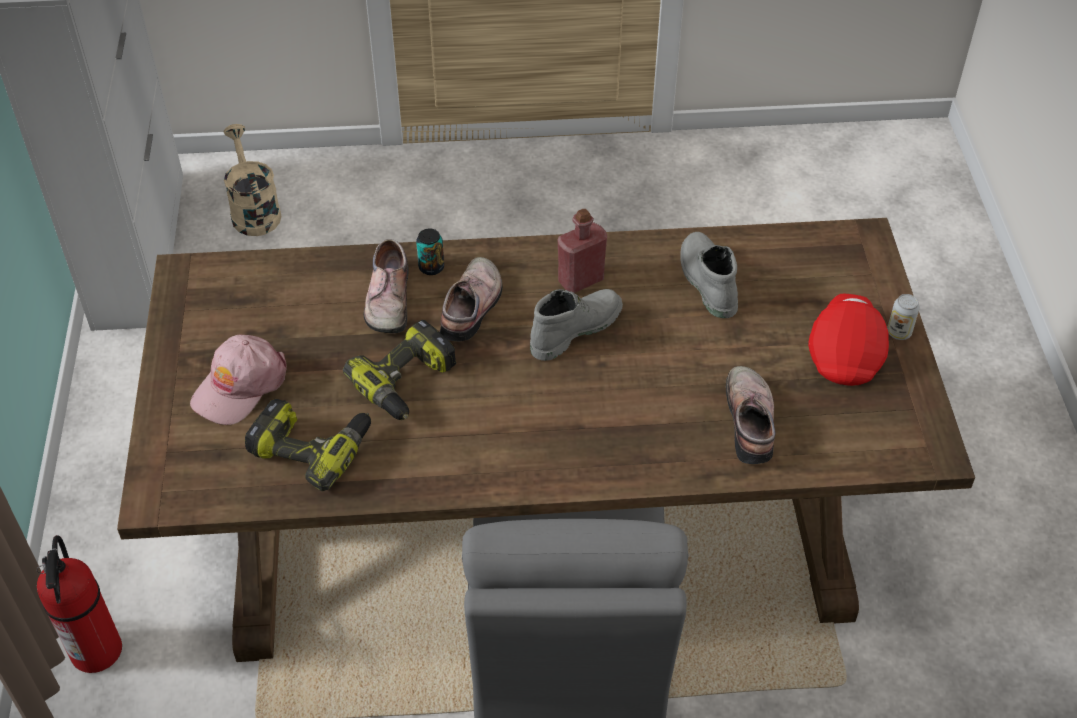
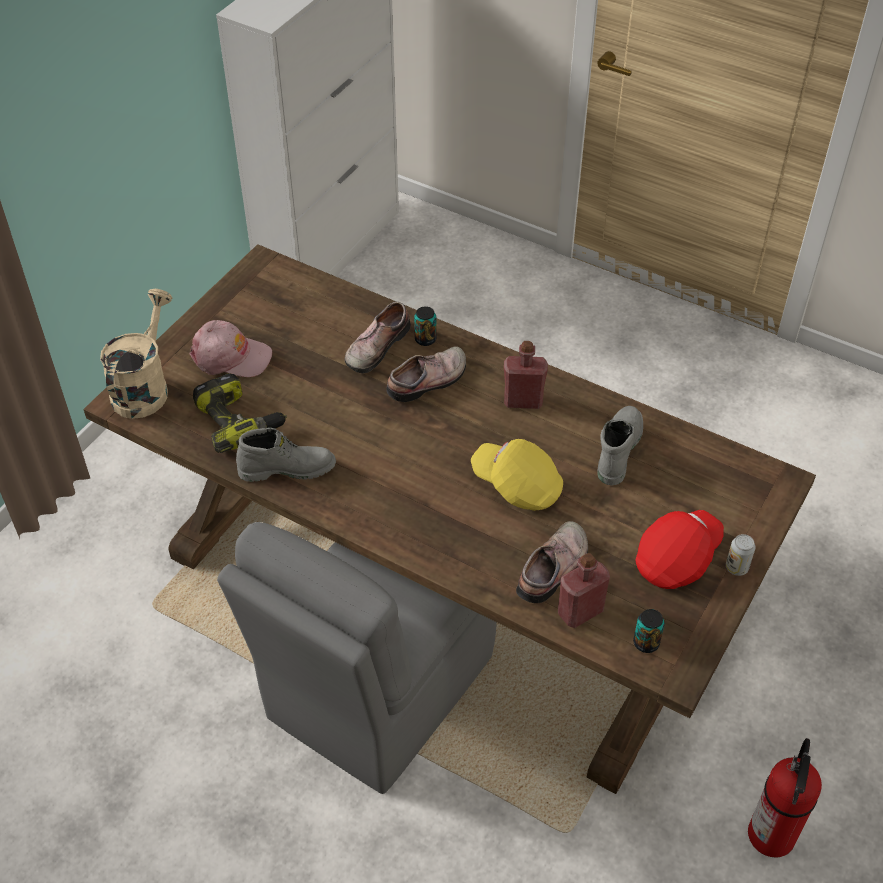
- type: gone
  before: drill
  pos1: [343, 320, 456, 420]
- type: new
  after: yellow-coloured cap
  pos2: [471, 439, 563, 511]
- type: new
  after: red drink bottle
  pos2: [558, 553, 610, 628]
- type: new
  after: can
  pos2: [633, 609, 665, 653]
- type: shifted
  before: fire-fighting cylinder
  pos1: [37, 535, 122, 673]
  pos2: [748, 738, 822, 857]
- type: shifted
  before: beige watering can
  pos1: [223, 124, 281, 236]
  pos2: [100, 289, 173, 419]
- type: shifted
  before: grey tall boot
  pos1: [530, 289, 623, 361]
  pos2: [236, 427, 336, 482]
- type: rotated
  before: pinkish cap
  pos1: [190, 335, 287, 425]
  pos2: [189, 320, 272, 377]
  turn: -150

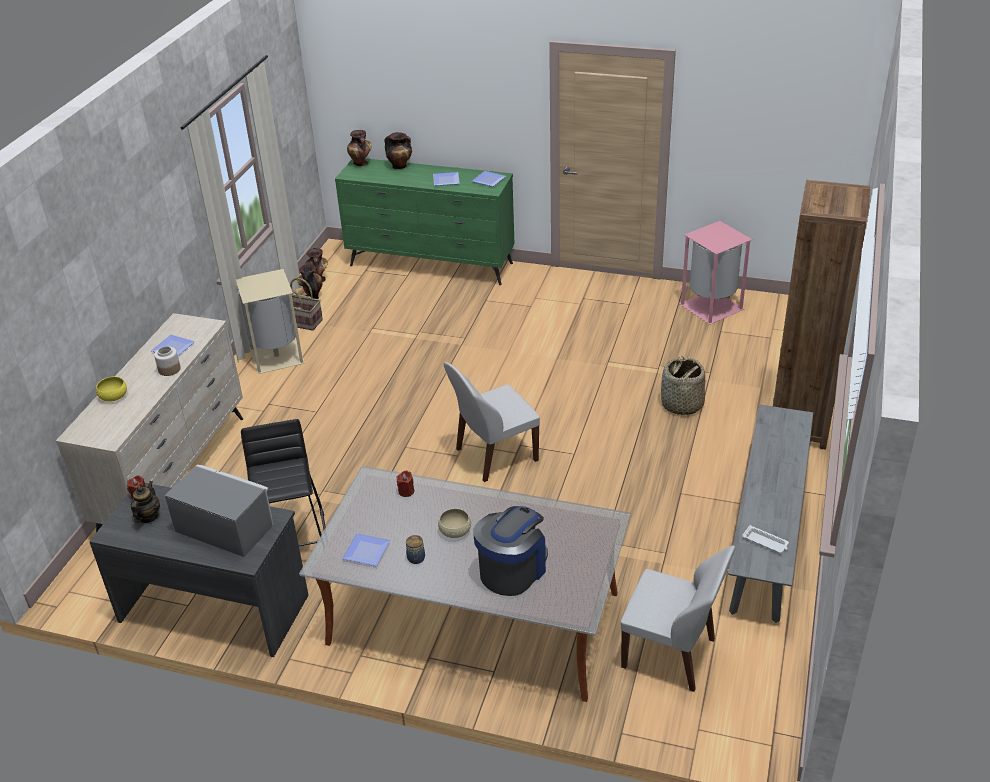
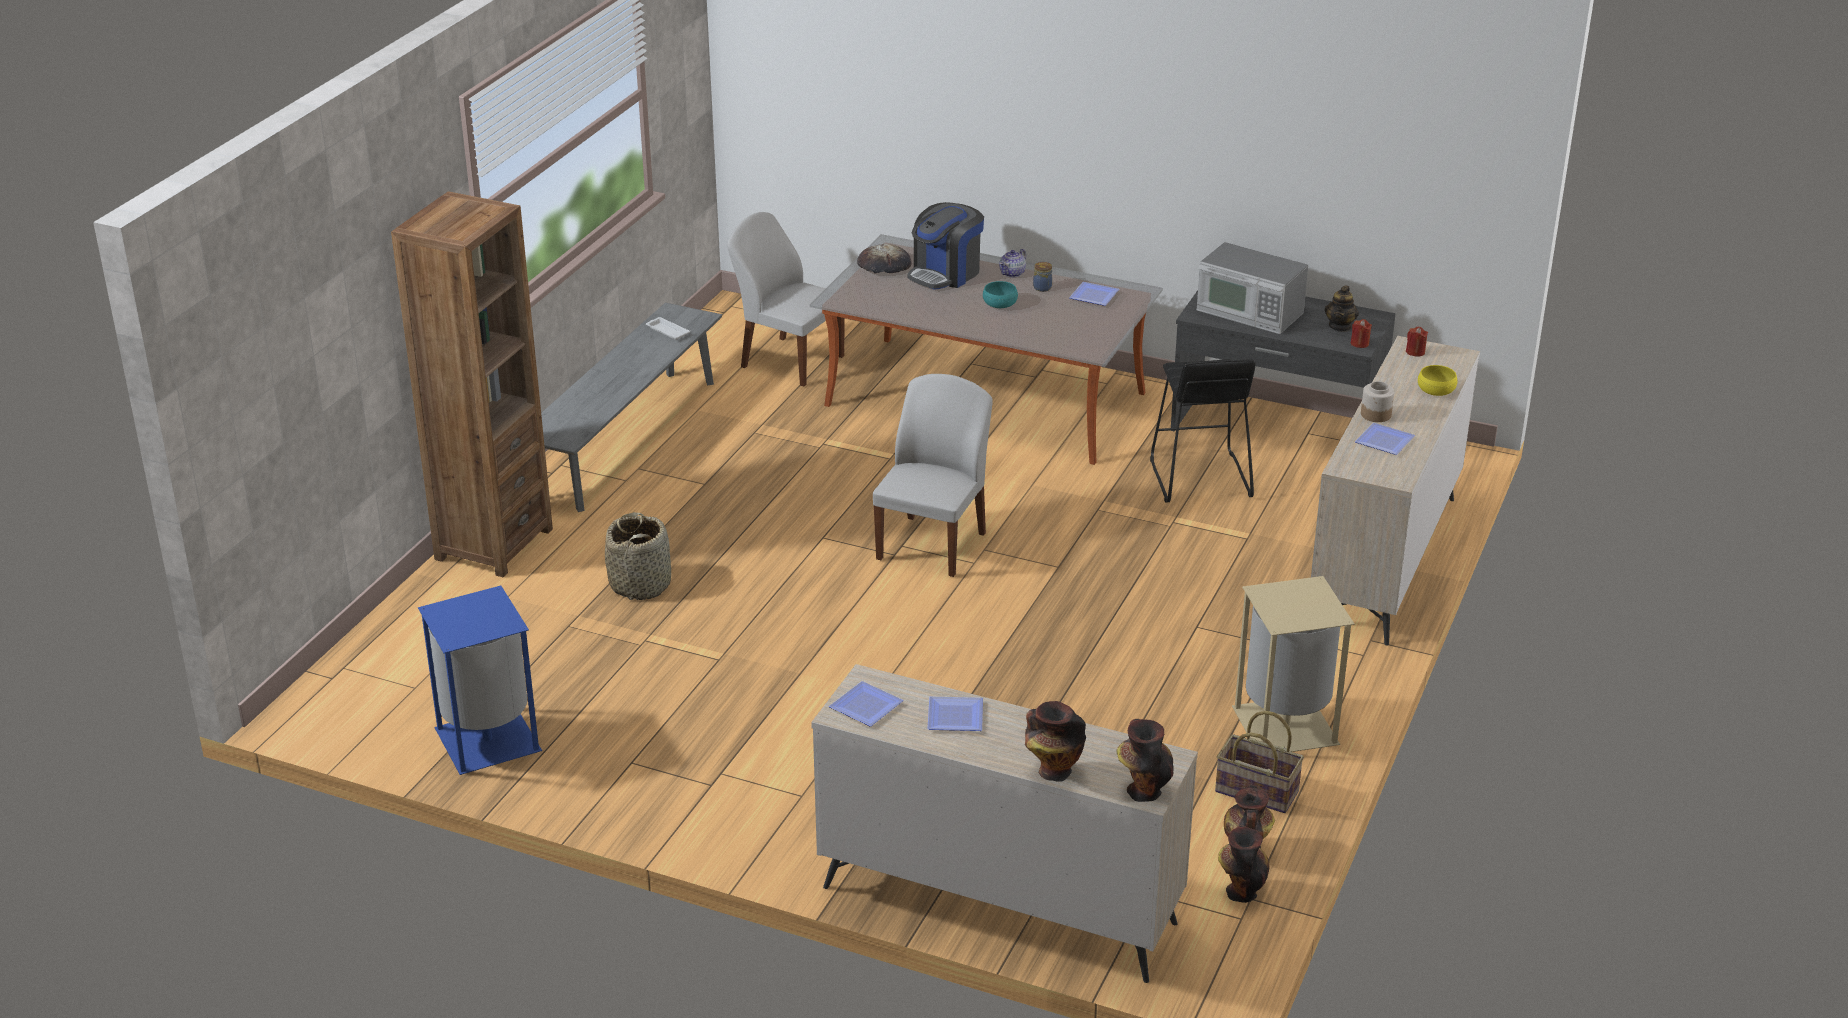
- type: new
  after: bakery bread
  pos2: [857, 244, 912, 274]
- type: new
  after: tea pot
  pos2: [999, 249, 1026, 278]
- type: shifted
  before: red wax light
  pos1: [396, 471, 414, 497]
  pos2: [1406, 327, 1428, 356]
- type: repainted
  before: green-coloured chest of drawers
  after: beige chest of drawers
  pos1: [335, 158, 515, 285]
  pos2: [811, 664, 1198, 983]
- type: repainted
  before: beige serving bowl
  after: turquoise serving bowl
  pos1: [438, 508, 471, 538]
  pos2: [983, 281, 1018, 308]
- type: repainted
  before: pinkish rubbish bin
  after: blue-coloured rubbish bin
  pos1: [680, 221, 752, 324]
  pos2: [418, 586, 542, 775]
- type: rotated
  before: white-coloured plain chair
  pos1: [443, 362, 540, 482]
  pos2: [873, 374, 993, 577]
  turn: -45

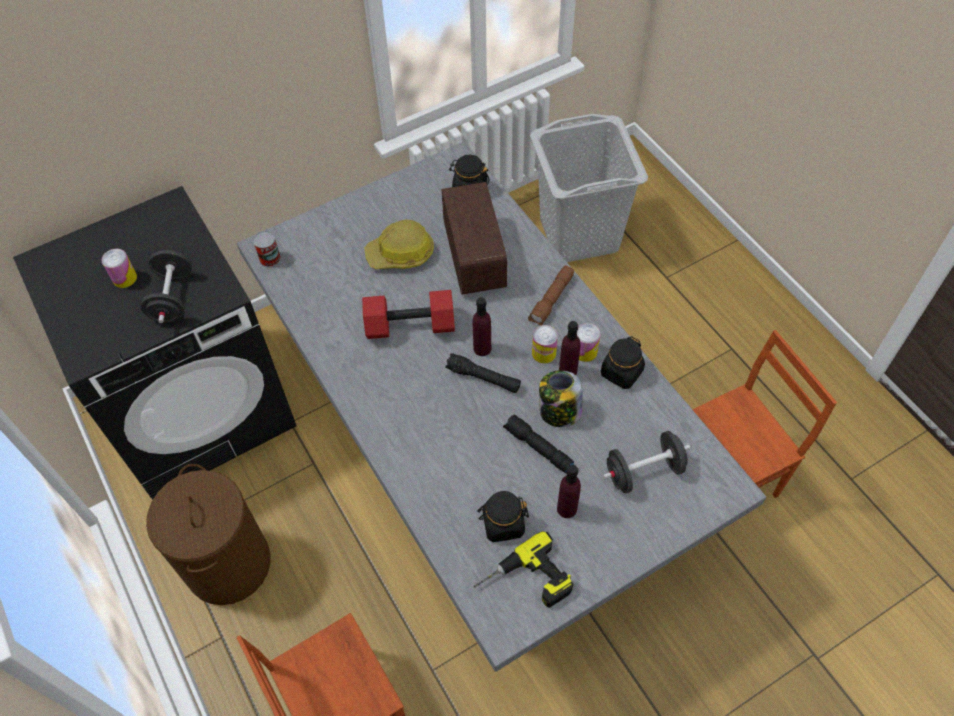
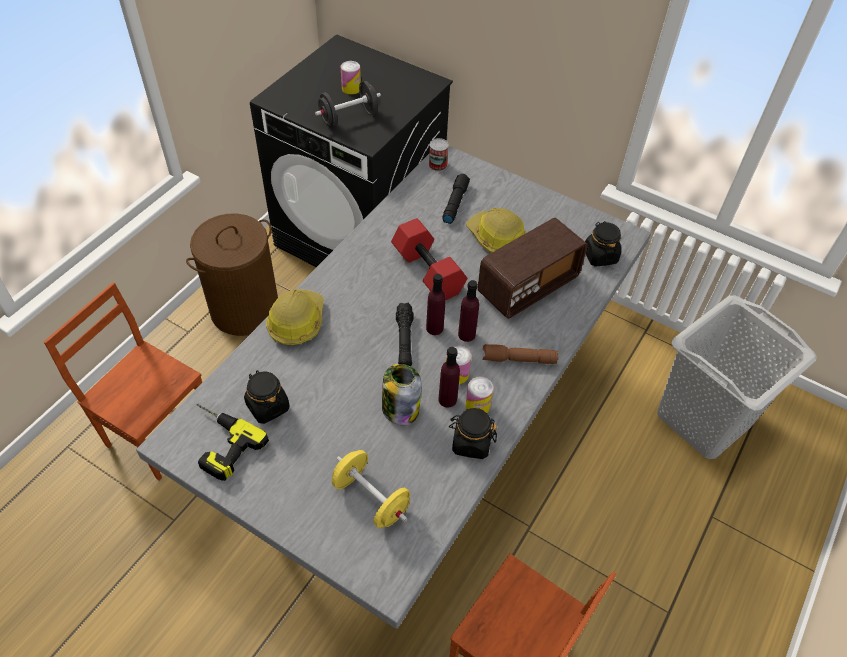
- type: new
  after: hard hat
  pos2: [266, 289, 324, 345]
- type: shifted
  before: black hand torch
  pos1: [503, 414, 574, 474]
  pos2: [443, 174, 470, 224]
- type: shifted
  before: purplish drink bottle
  pos1: [557, 465, 581, 518]
  pos2: [458, 280, 479, 342]
- type: repainted
  before: black dumbbell
  after: yellow-coloured dumbbell
  pos1: [603, 431, 691, 493]
  pos2: [332, 450, 410, 528]

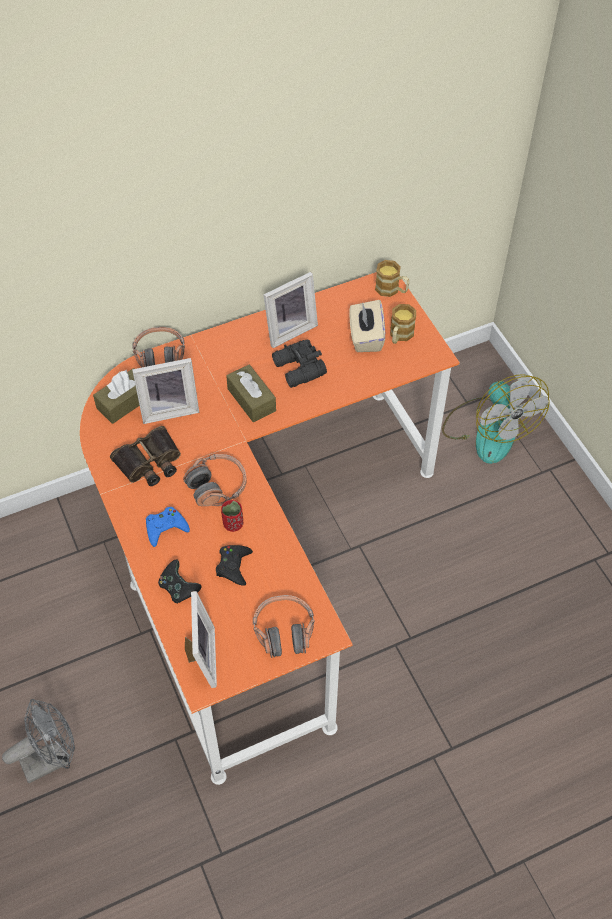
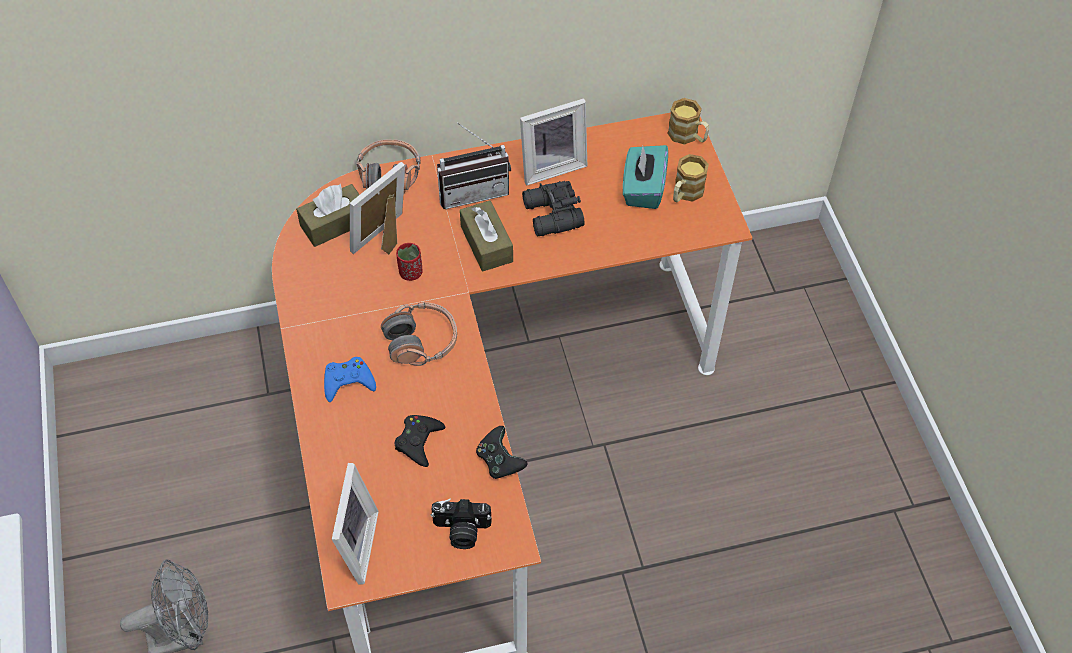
- type: gone
  before: pair of binoculars
  pos1: [110, 426, 181, 486]
- type: gone
  before: cooling fan
  pos1: [442, 374, 550, 464]
- type: new
  after: radio receiver
  pos2: [437, 122, 511, 209]
- type: shifted
  before: black gamepad
  pos1: [158, 560, 202, 603]
  pos2: [476, 426, 528, 479]
- type: shifted
  before: red small cup
  pos1: [221, 500, 243, 532]
  pos2: [396, 243, 423, 281]
- type: swapped
  before: headphones
  after: still camera
  pos1: [253, 595, 314, 658]
  pos2: [430, 498, 492, 549]
- type: repainted
  before: beige tissue holder
  after: turquoise tissue holder
  pos1: [349, 300, 385, 352]
  pos2: [623, 145, 668, 209]
- type: rotated
  before: picture frame
  pos1: [132, 358, 199, 424]
  pos2: [350, 162, 405, 254]
  turn: 135

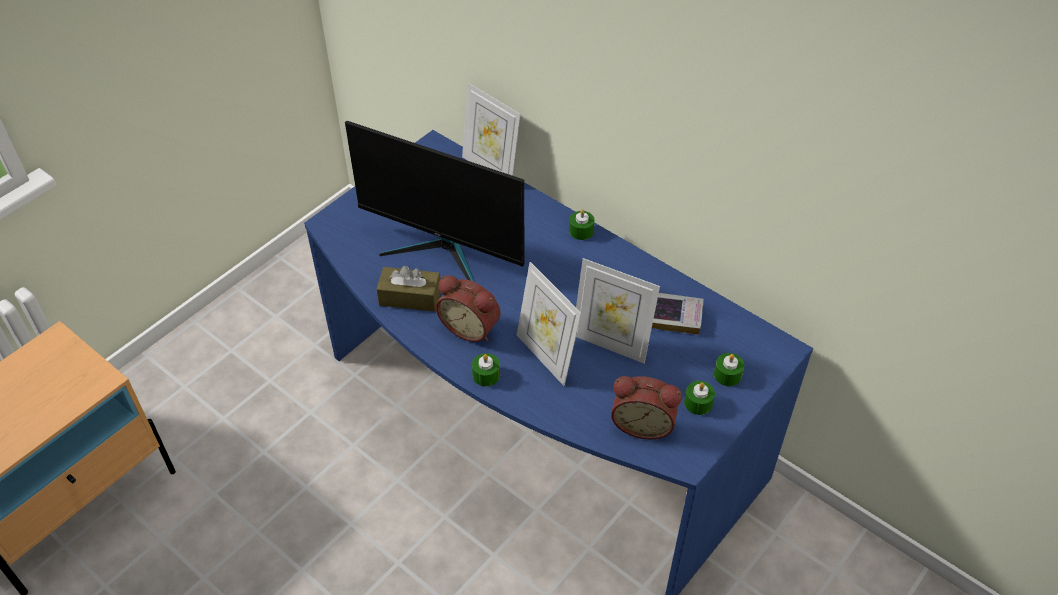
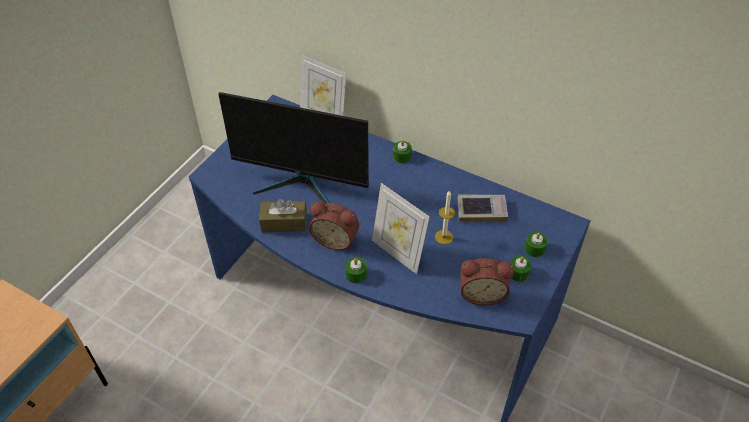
- type: swapped
  before: picture frame
  after: wax light
  pos1: [576, 258, 660, 363]
  pos2: [435, 190, 455, 244]

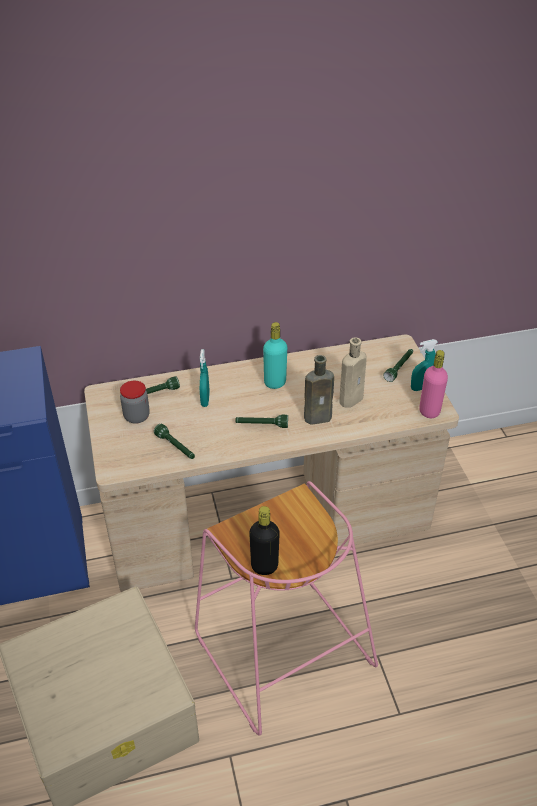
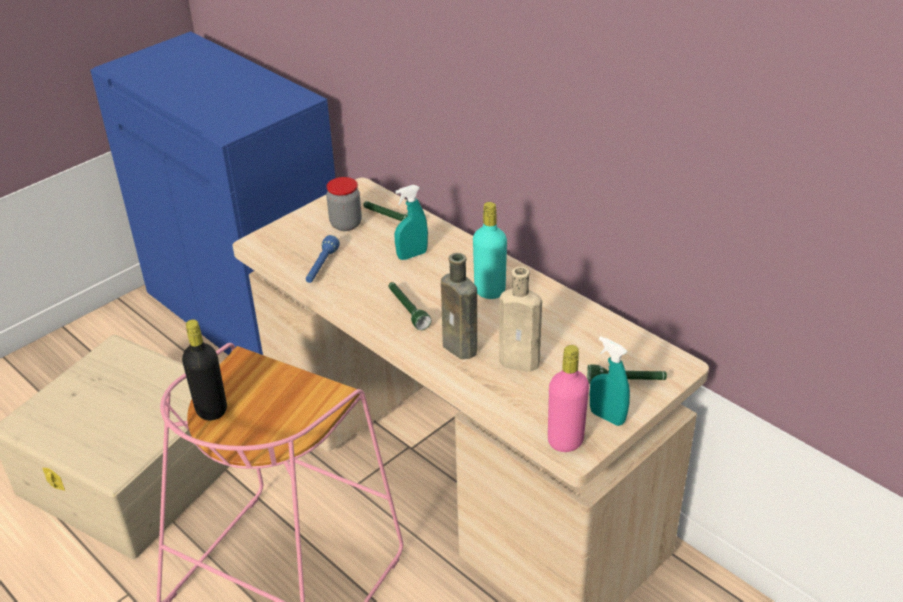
- type: repainted
  before: green-coloured hand torch
  after: blue-coloured hand torch
  pos1: [154, 424, 195, 459]
  pos2: [306, 235, 340, 283]

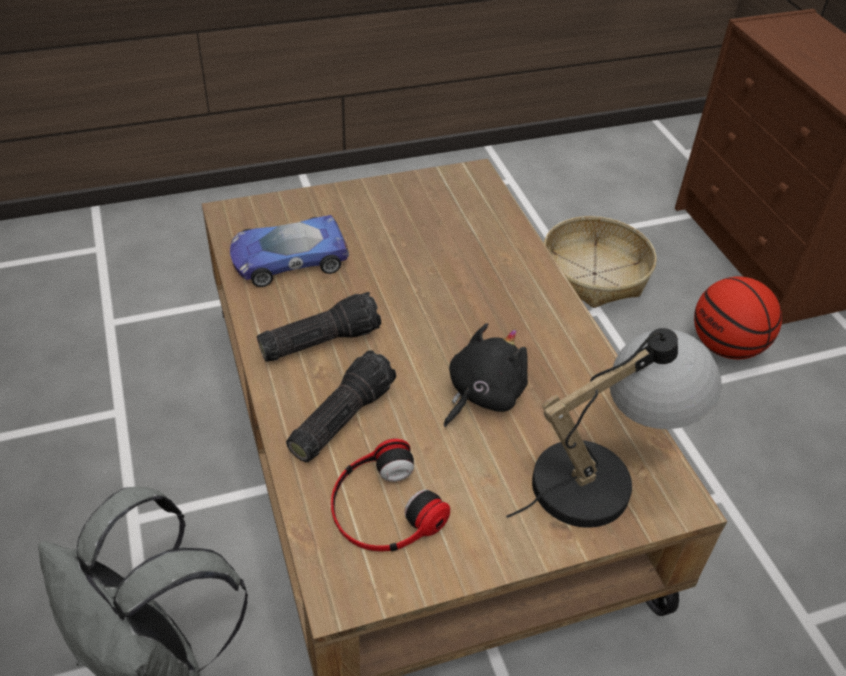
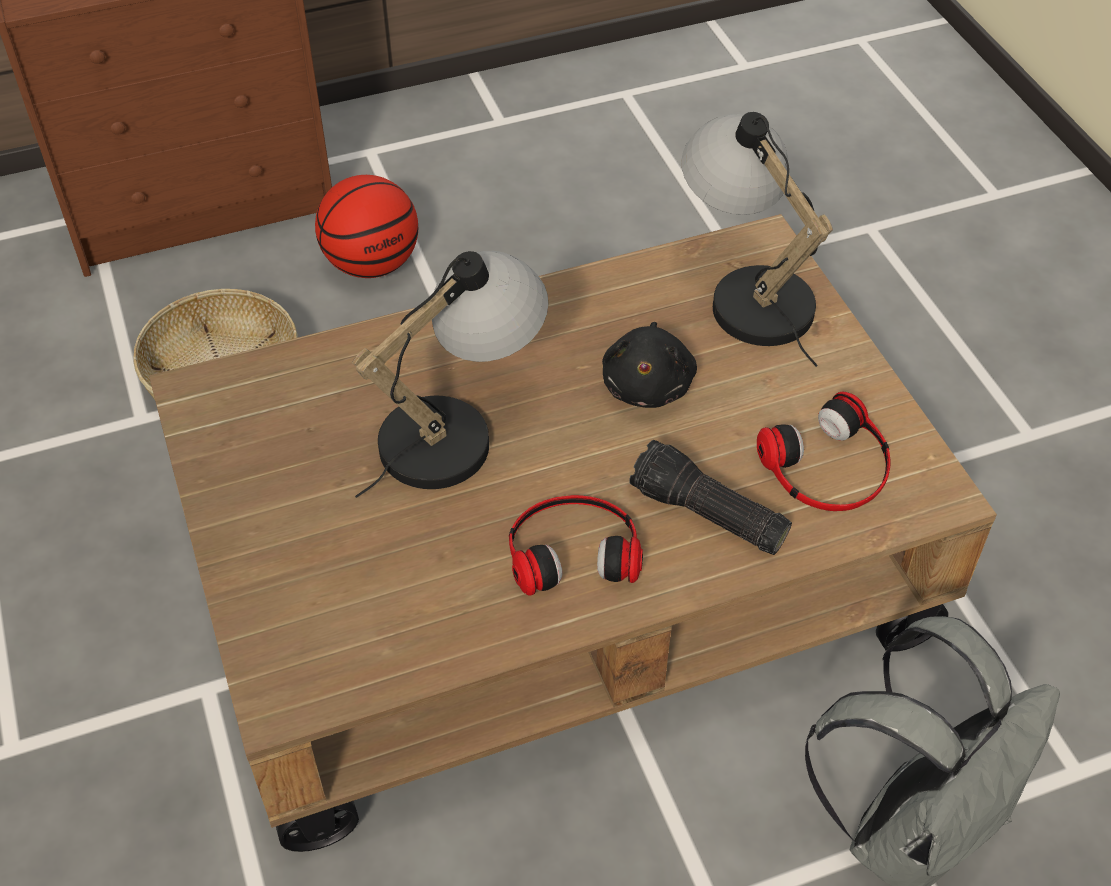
- type: gone
  before: toy car
  pos1: [230, 215, 349, 287]
- type: new
  after: tabletop lamp
  pos2: [352, 251, 548, 498]
- type: swapped
  before: hand torch
  after: headphones
  pos1: [257, 292, 381, 362]
  pos2: [509, 495, 643, 596]
- type: rotated
  before: black cuddly toy
  pos1: [444, 323, 528, 427]
  pos2: [602, 322, 697, 408]
  turn: -120

